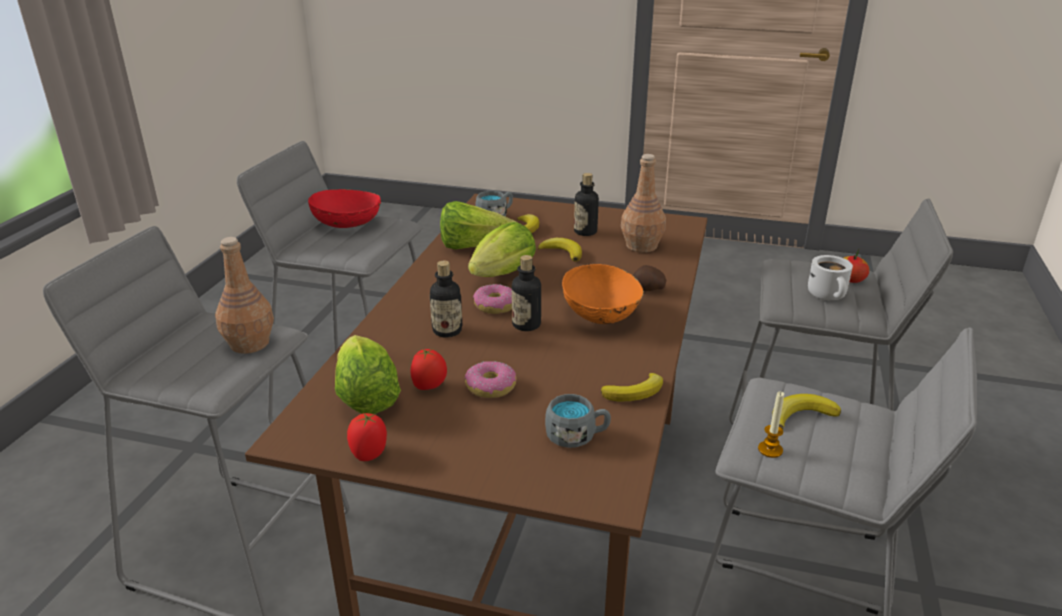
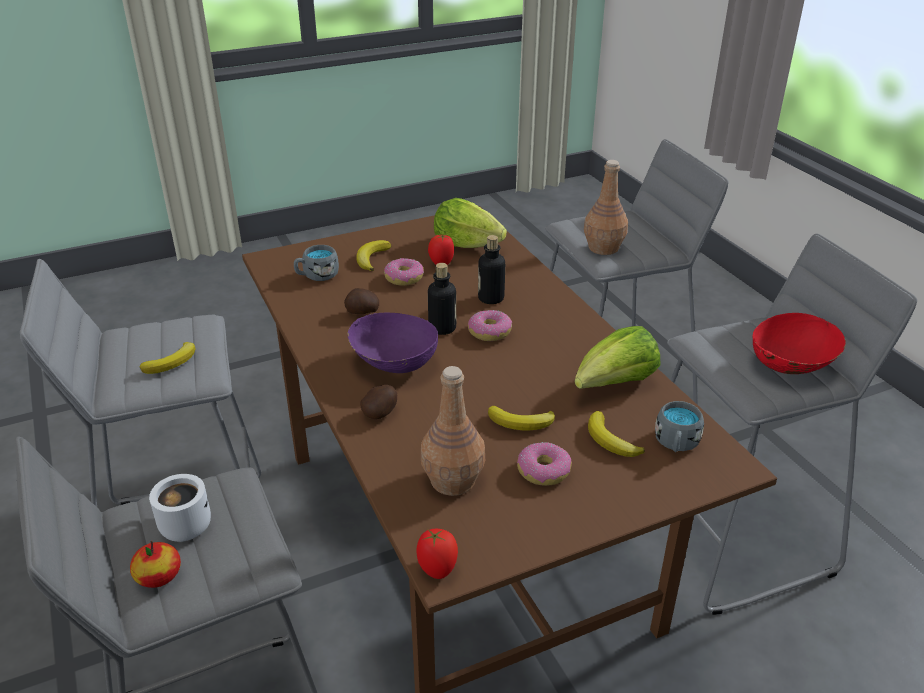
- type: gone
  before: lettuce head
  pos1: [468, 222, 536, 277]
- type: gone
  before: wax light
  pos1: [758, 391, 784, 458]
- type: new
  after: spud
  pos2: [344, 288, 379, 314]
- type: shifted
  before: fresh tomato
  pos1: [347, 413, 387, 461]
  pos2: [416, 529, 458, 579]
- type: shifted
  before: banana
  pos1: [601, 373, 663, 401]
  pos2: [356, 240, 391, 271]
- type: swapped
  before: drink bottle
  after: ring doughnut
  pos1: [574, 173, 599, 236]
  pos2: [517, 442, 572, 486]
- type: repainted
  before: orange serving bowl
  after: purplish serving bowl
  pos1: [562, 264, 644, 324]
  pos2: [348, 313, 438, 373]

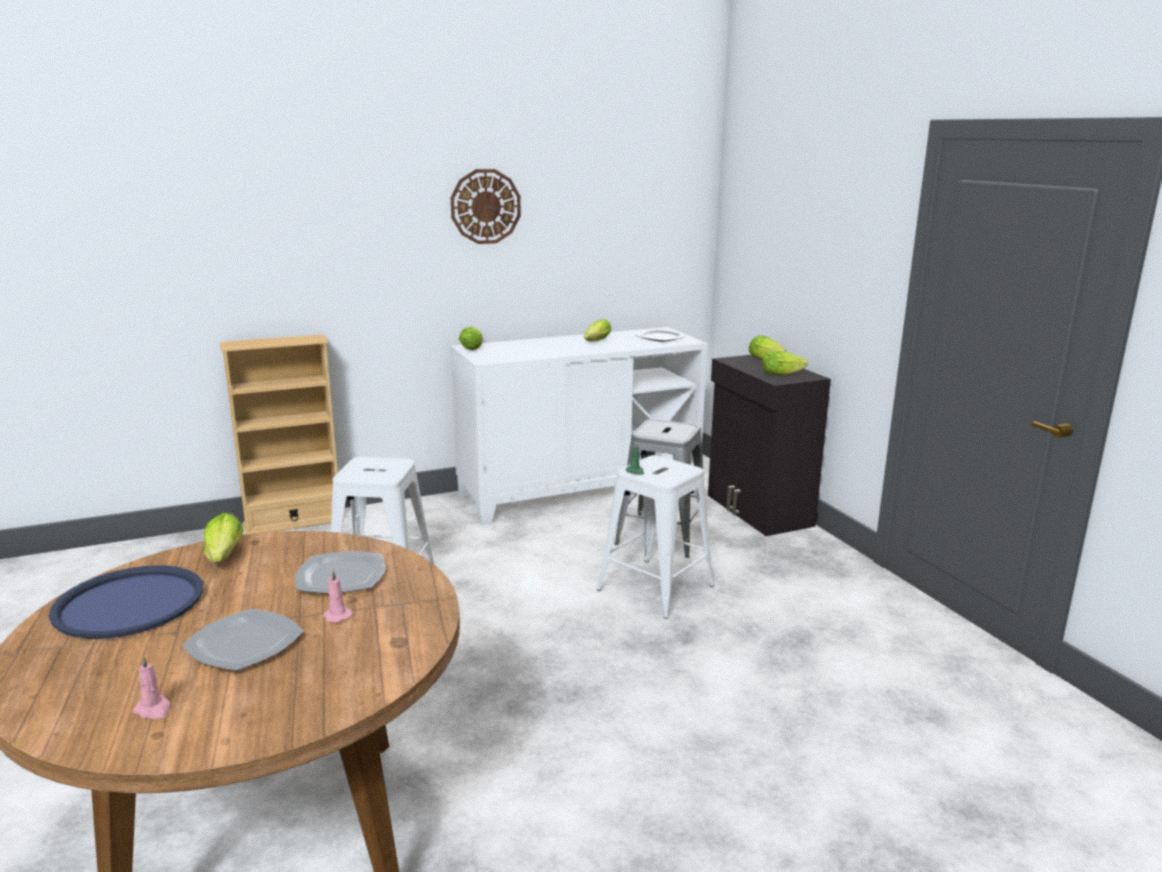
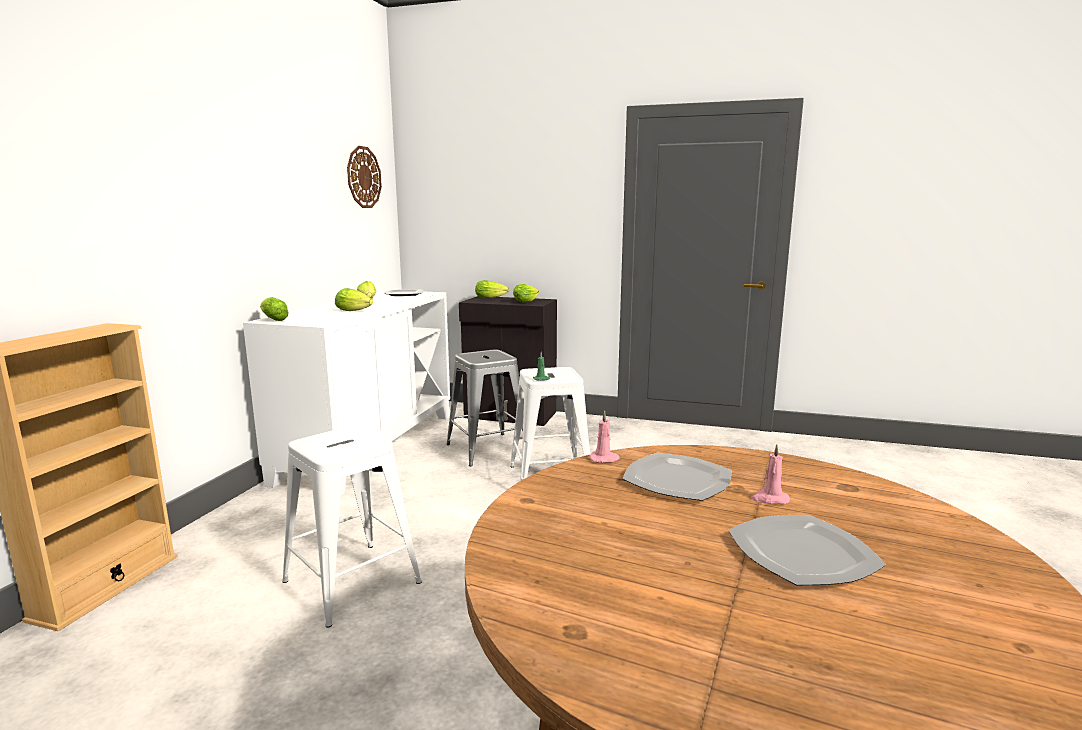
- type: gone
  before: blue-coloured tray
  pos1: [49, 565, 203, 639]
- type: shifted
  before: pinkish wax light
  pos1: [133, 655, 171, 719]
  pos2: [589, 411, 620, 463]
- type: shifted
  before: lettuce head
  pos1: [203, 513, 243, 563]
  pos2: [335, 288, 373, 311]
- type: shifted
  before: wall clock
  pos1: [451, 169, 521, 244]
  pos2: [347, 146, 382, 208]

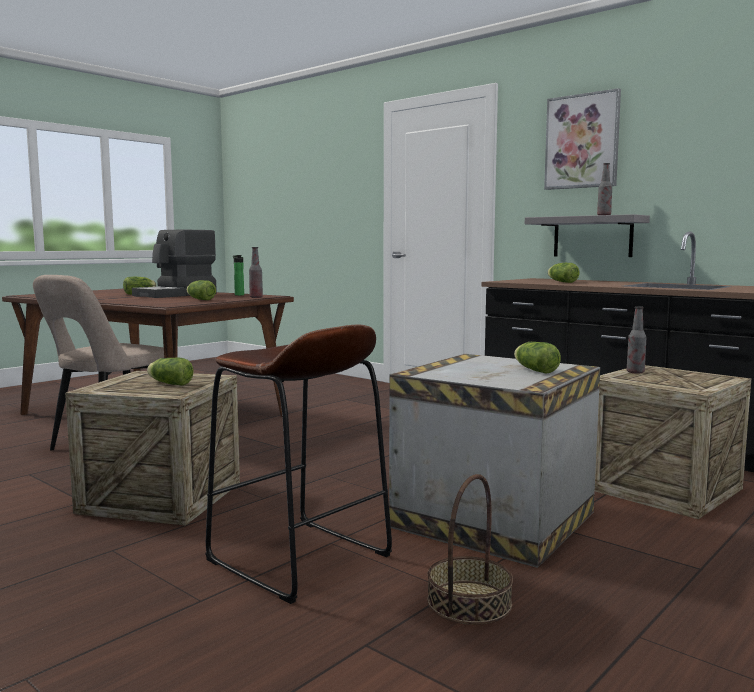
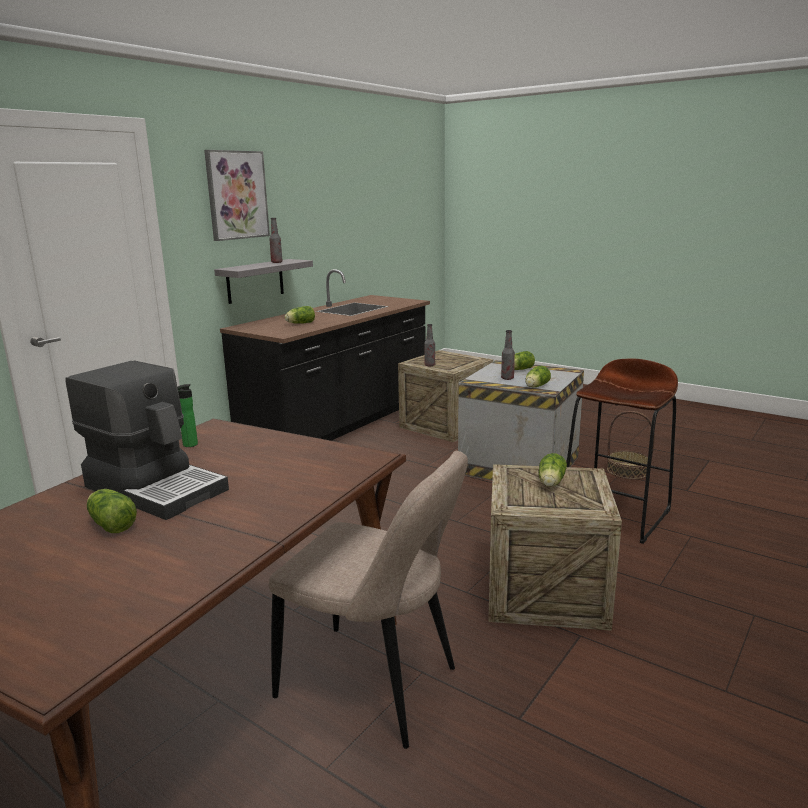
- type: shifted
  before: lettuce head
  pos1: [187, 280, 216, 300]
  pos2: [525, 366, 551, 387]
- type: shifted
  before: drink bottle
  pos1: [249, 247, 263, 298]
  pos2: [501, 330, 515, 380]

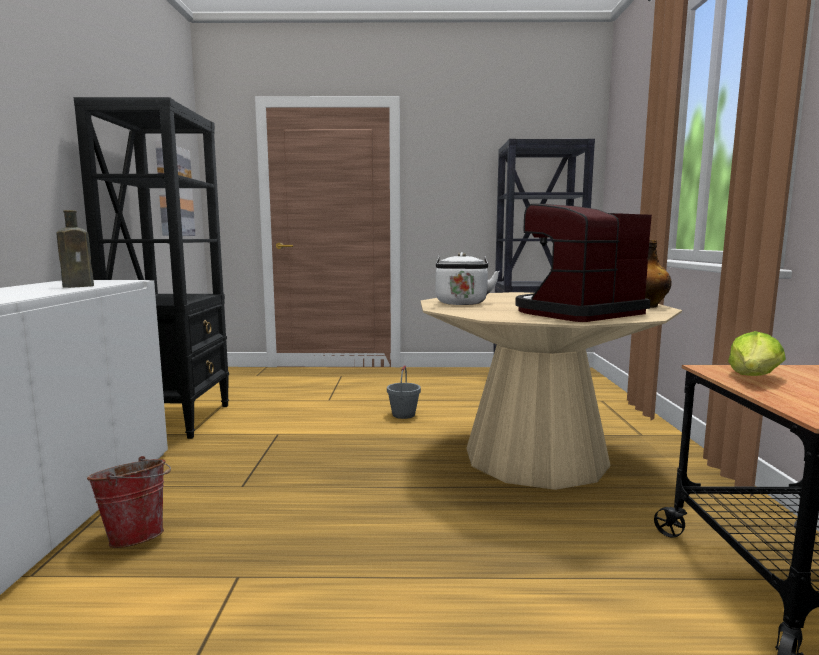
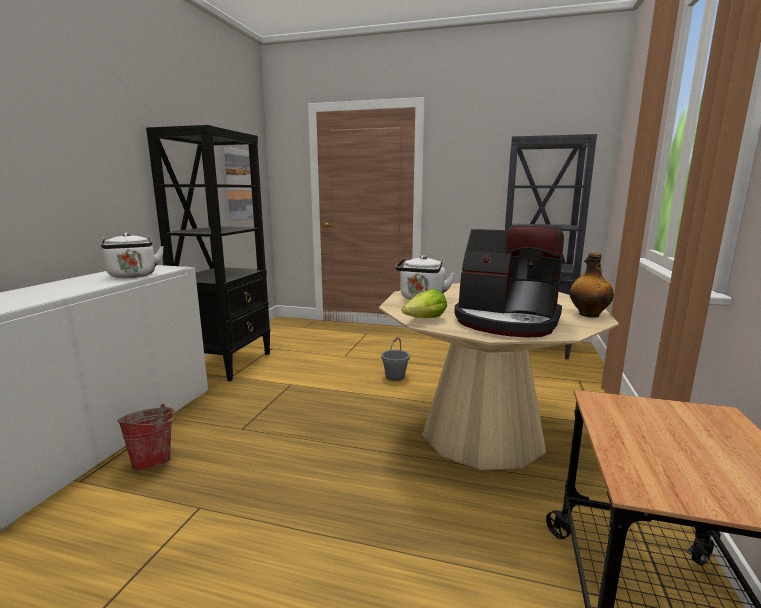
- type: shifted
  before: lettuce head
  pos1: [728, 331, 786, 376]
  pos2: [402, 289, 447, 318]
- type: swapped
  before: brown drink bottle
  after: white-coloured tea kettle
  pos1: [57, 210, 94, 288]
  pos2: [101, 233, 164, 278]
- type: rotated
  before: coffee maker
  pos1: [515, 203, 652, 322]
  pos2: [455, 225, 564, 338]
  turn: -135

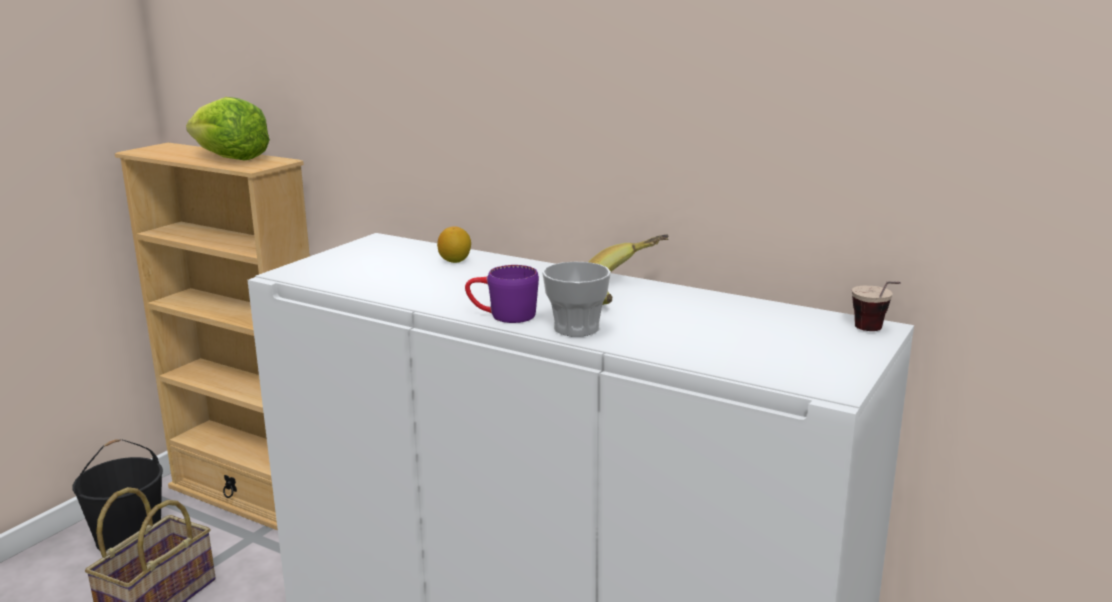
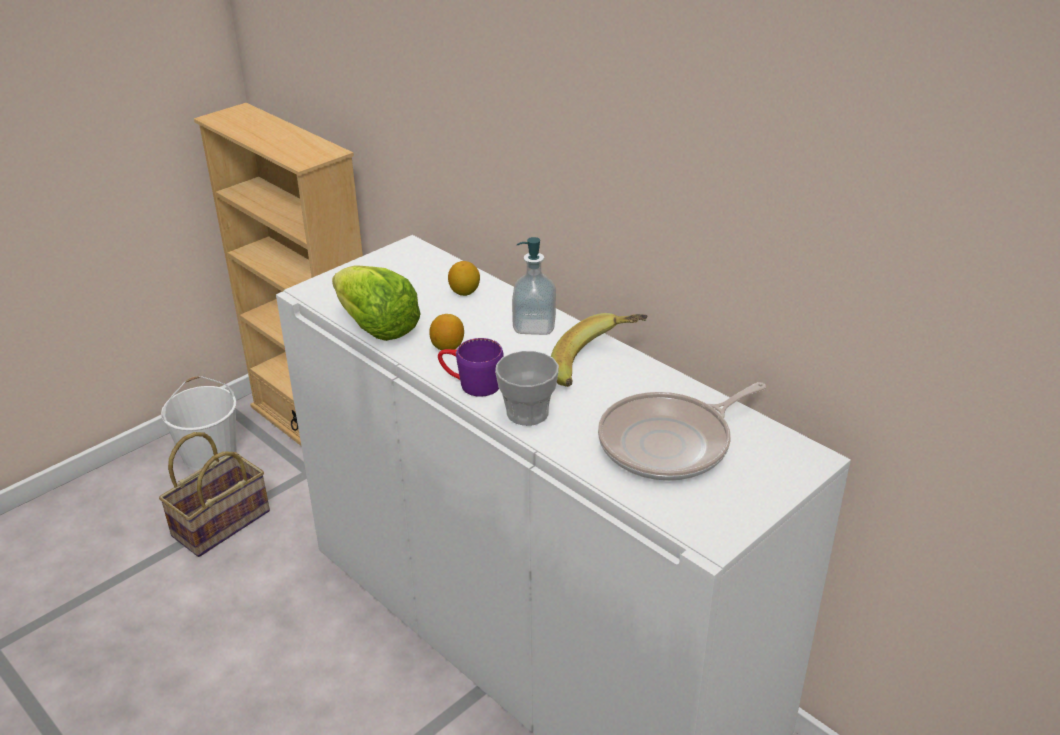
- type: gone
  before: small cup
  pos1: [852, 281, 901, 331]
- type: new
  after: lemon
  pos2: [429, 314, 464, 350]
- type: new
  after: soap bottle
  pos2: [512, 237, 556, 335]
- type: new
  after: frying pan
  pos2: [598, 382, 766, 481]
- type: shifted
  before: lettuce head
  pos1: [186, 97, 270, 160]
  pos2: [332, 265, 421, 341]
- type: repainted
  before: black bucket
  after: white-coloured bucket
  pos1: [72, 439, 163, 551]
  pos2: [161, 376, 237, 471]

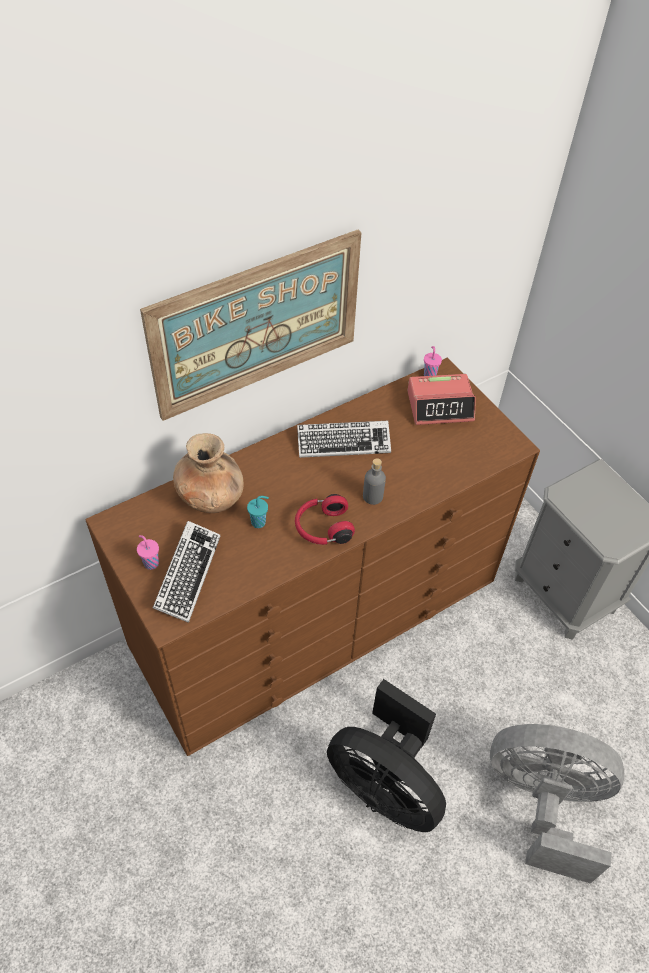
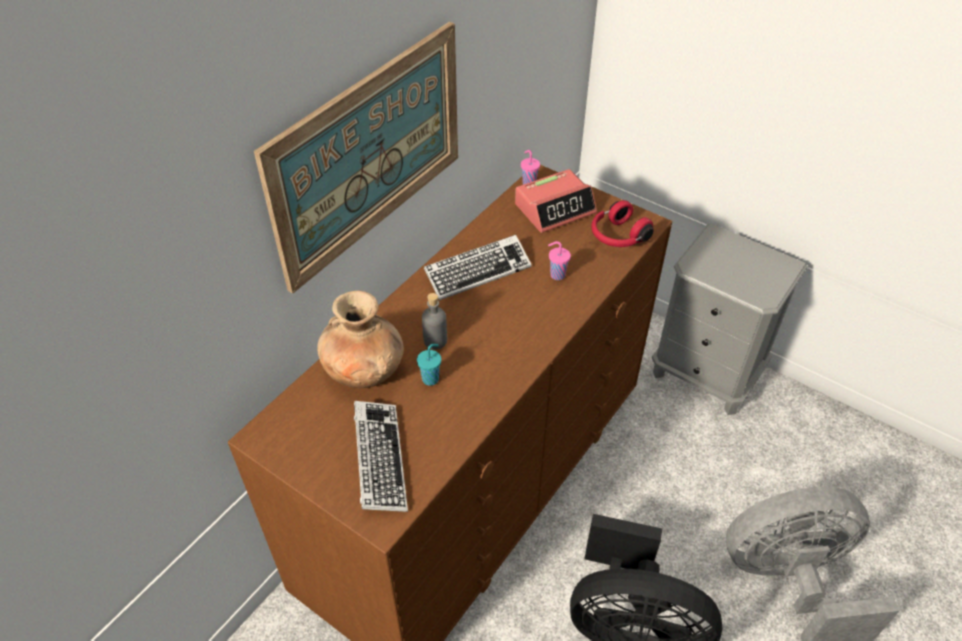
- type: shifted
  before: pinkish small cup
  pos1: [137, 535, 159, 570]
  pos2: [548, 241, 571, 280]
- type: shifted
  before: red headphones
  pos1: [295, 494, 355, 545]
  pos2: [591, 200, 654, 247]
- type: shifted
  before: grey drink bottle
  pos1: [363, 458, 386, 505]
  pos2: [422, 293, 447, 350]

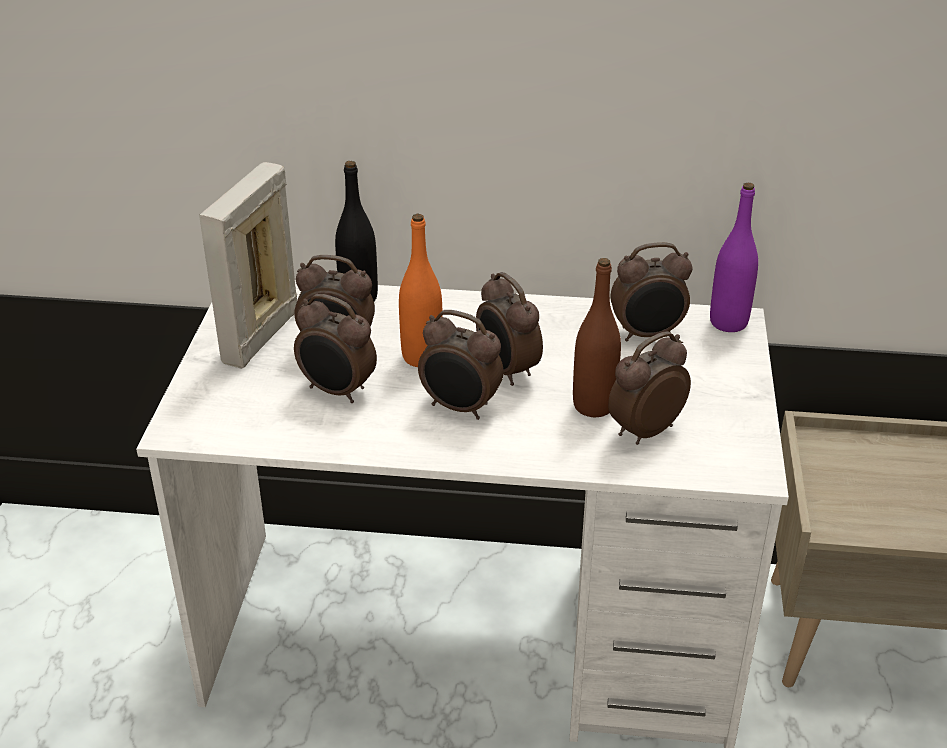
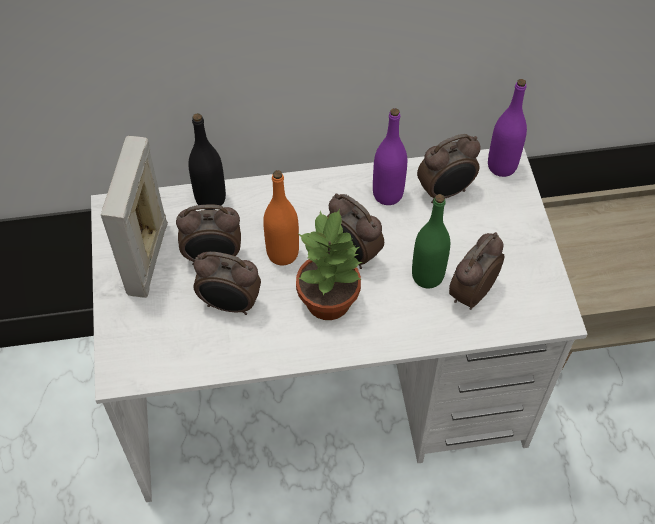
- type: new
  after: purplish drink bottle
  pos2: [373, 108, 407, 205]
- type: swapped
  before: alarm clock
  after: potted plant
  pos1: [418, 310, 504, 420]
  pos2: [296, 209, 362, 320]
- type: repainted
  before: brown drink bottle
  after: green-coloured drink bottle
  pos1: [573, 258, 621, 417]
  pos2: [412, 194, 450, 288]

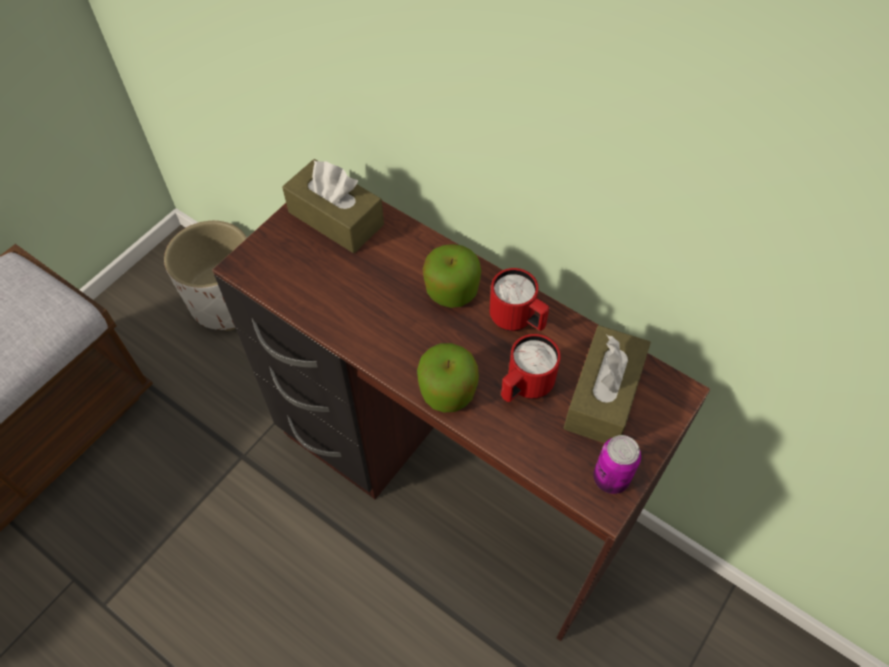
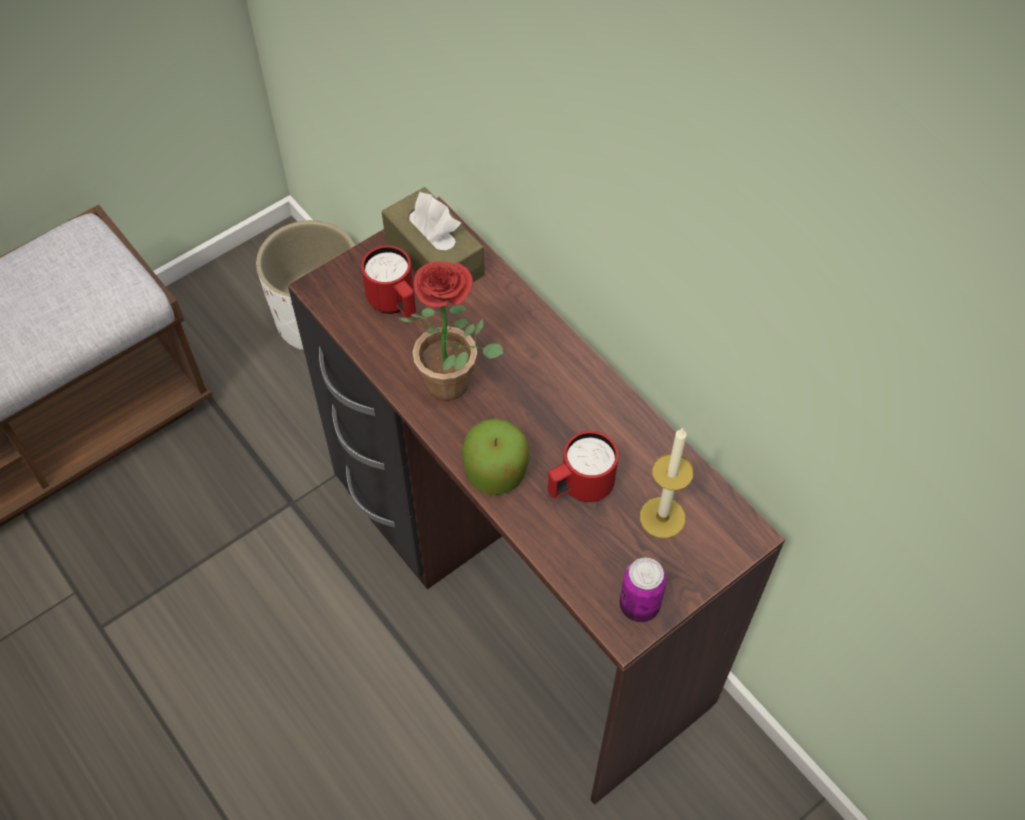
- type: gone
  before: apple
  pos1: [423, 244, 481, 308]
- type: new
  after: potted plant
  pos2: [399, 261, 503, 401]
- type: shifted
  before: red tea mug
  pos1: [489, 268, 549, 331]
  pos2: [361, 245, 416, 317]
- type: swapped
  before: brown tissue holder
  after: wax light
  pos1: [564, 325, 651, 443]
  pos2: [640, 428, 694, 538]

